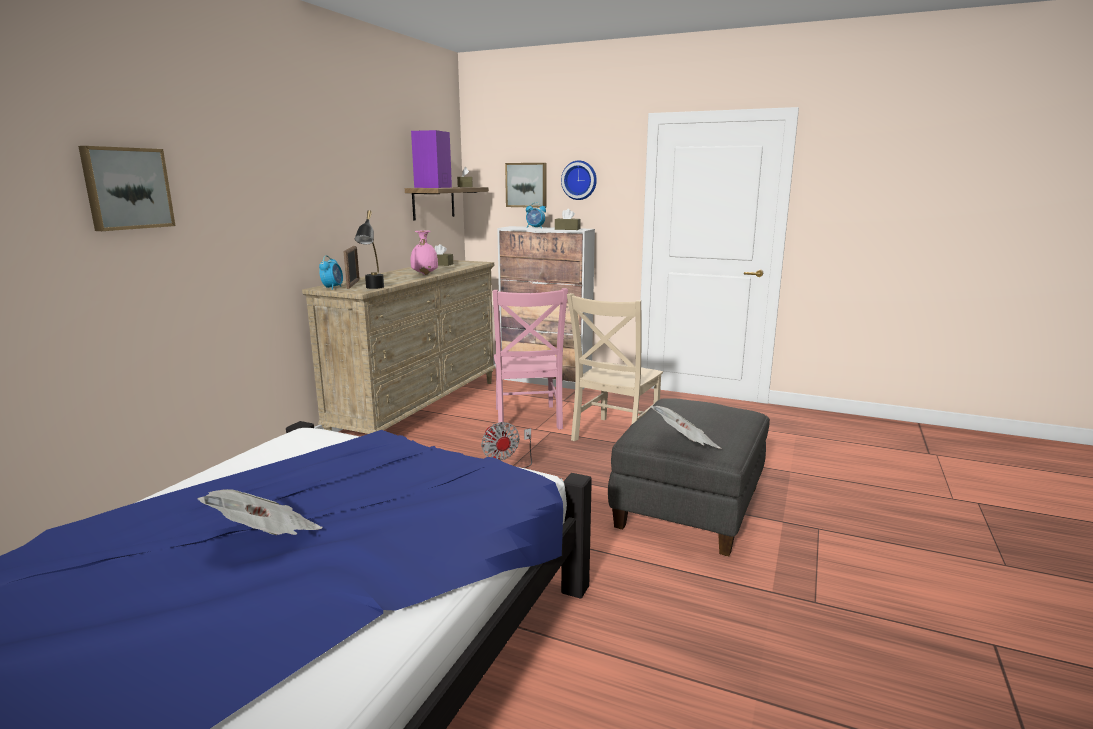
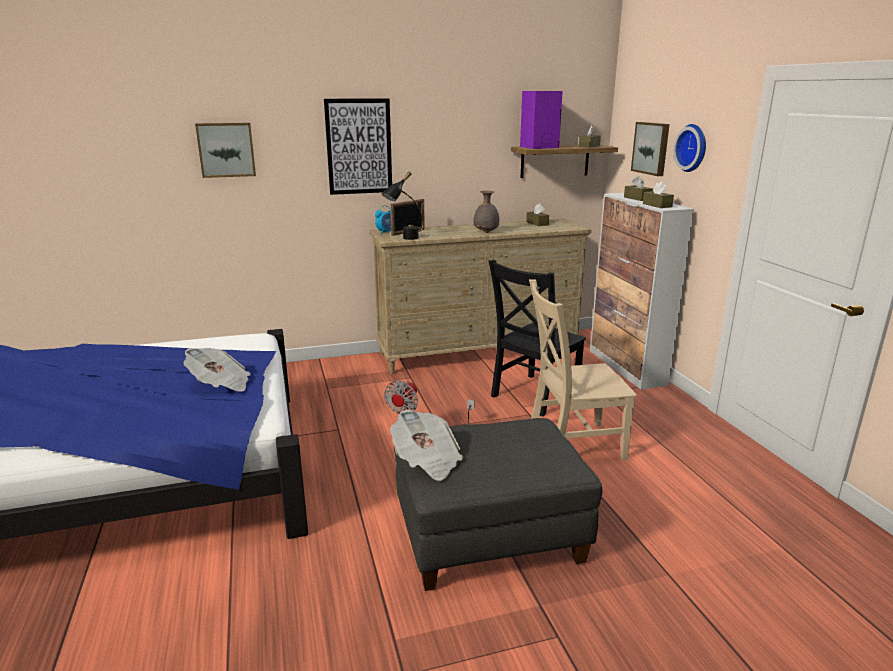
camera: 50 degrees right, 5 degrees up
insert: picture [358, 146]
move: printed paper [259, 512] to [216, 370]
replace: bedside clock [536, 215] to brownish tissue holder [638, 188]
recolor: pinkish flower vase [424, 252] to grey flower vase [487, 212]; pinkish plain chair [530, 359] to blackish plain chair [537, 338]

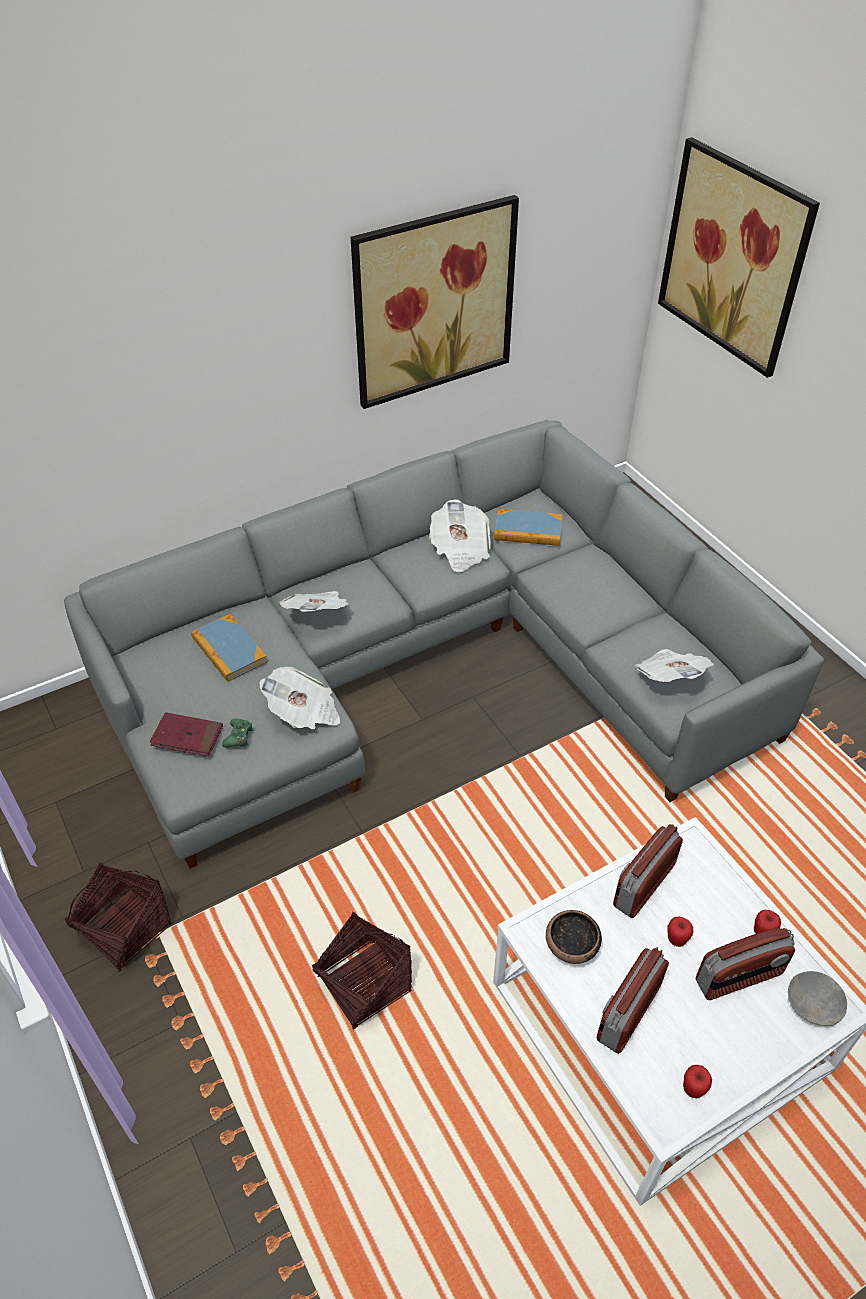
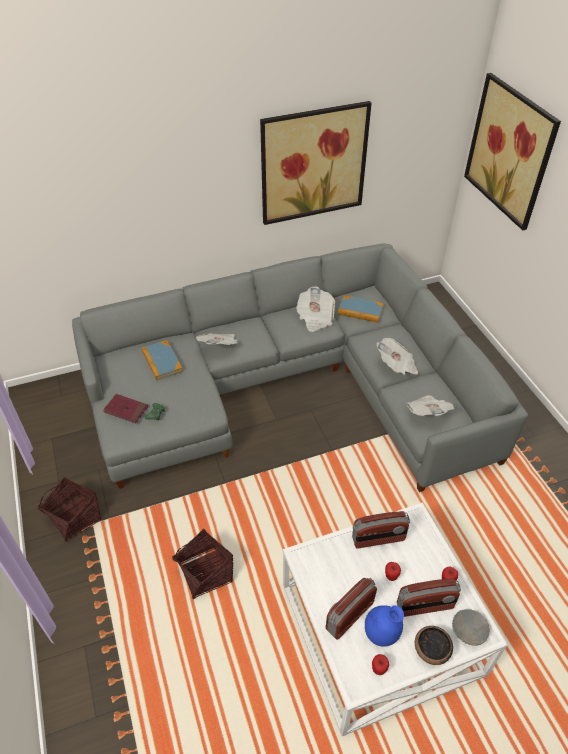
camera: 10 degrees right, 0 degrees up
insert: bluish flower vase [384, 626]
move: printed paper [300, 698] to [397, 356]; bowl [574, 937] to [434, 645]
rotate: radio receiver [648, 871] = [381, 530] 150 degrees counterclockwise

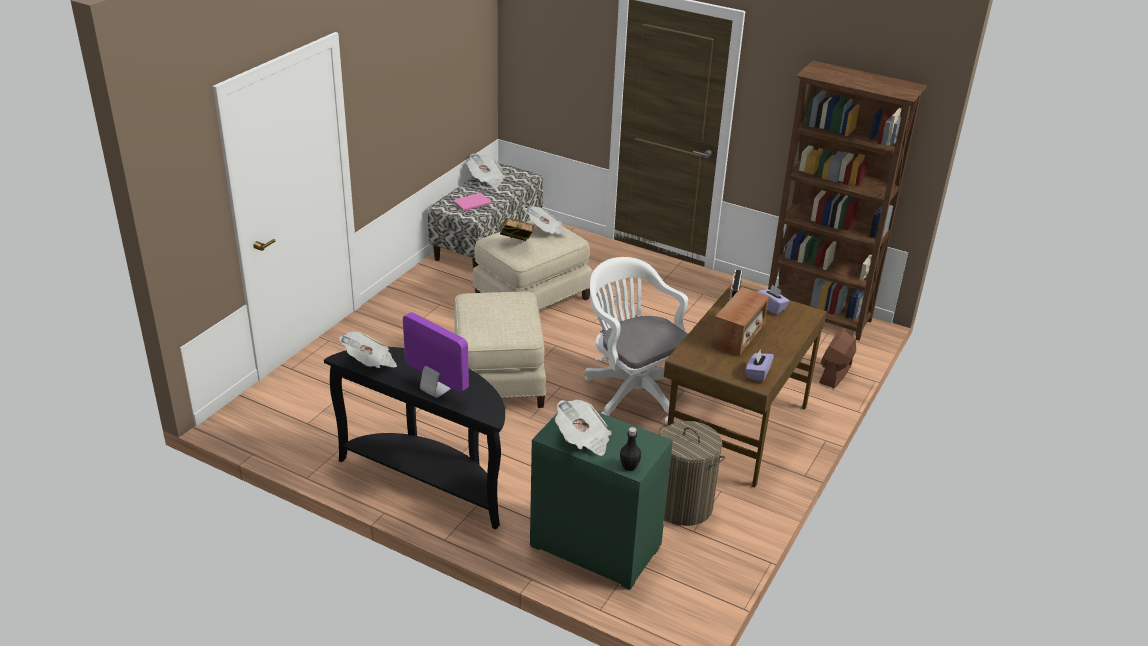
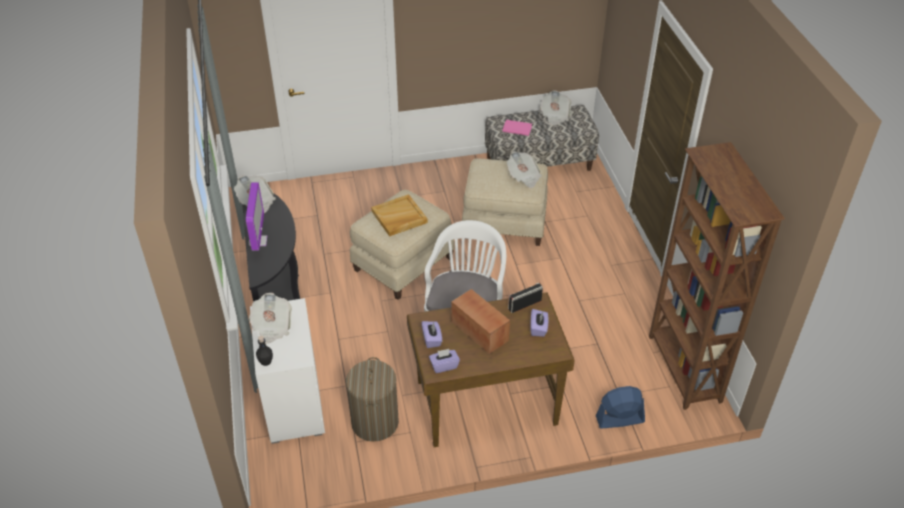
camera: 50 degrees right, 10 degrees up
delete: volume [517, 229]
insert: beige-coloured tray [399, 215]; purplish tissue holder [431, 334]
recolor: green drawer chest [601, 501] to whitish drawer chest [287, 371]; brownish cooling fan [837, 359] to bluish cooling fan [620, 407]
rotate: radio receiver [740, 321] = [480, 321] 120 degrees counterclockwise

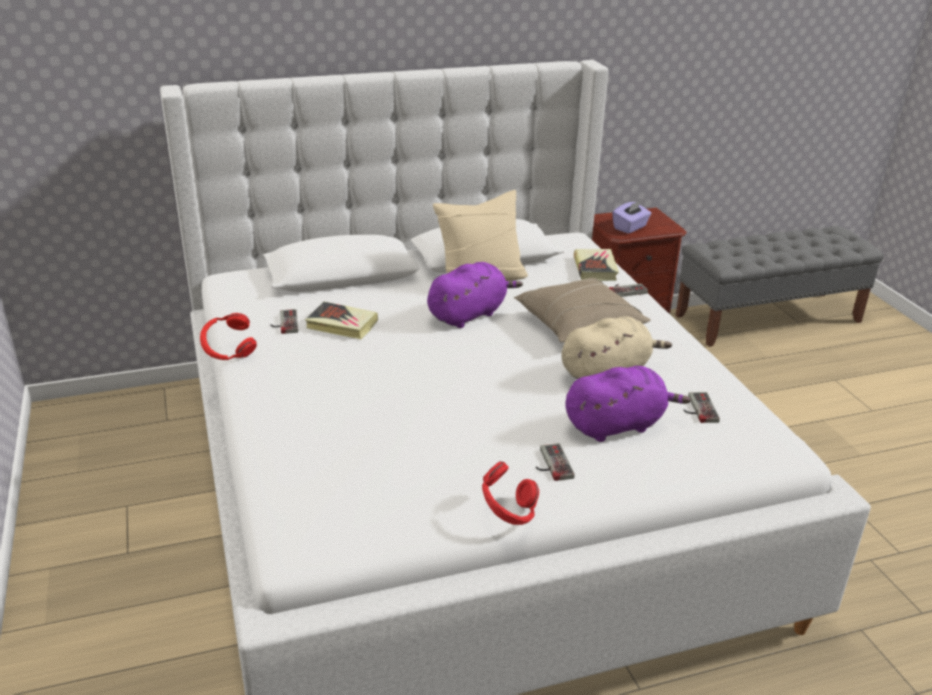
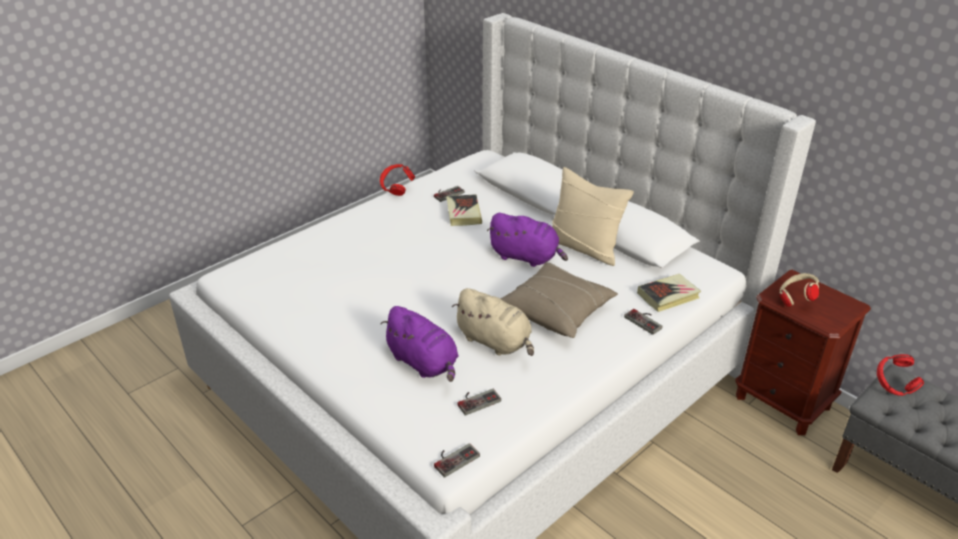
camera: 65 degrees right, 5 degrees up
move: red headphones [510, 493] to [900, 375]; gamepad [555, 462] to [457, 460]
replace: purplish tissue holder [631, 217] to beige-coloured headphones [799, 290]

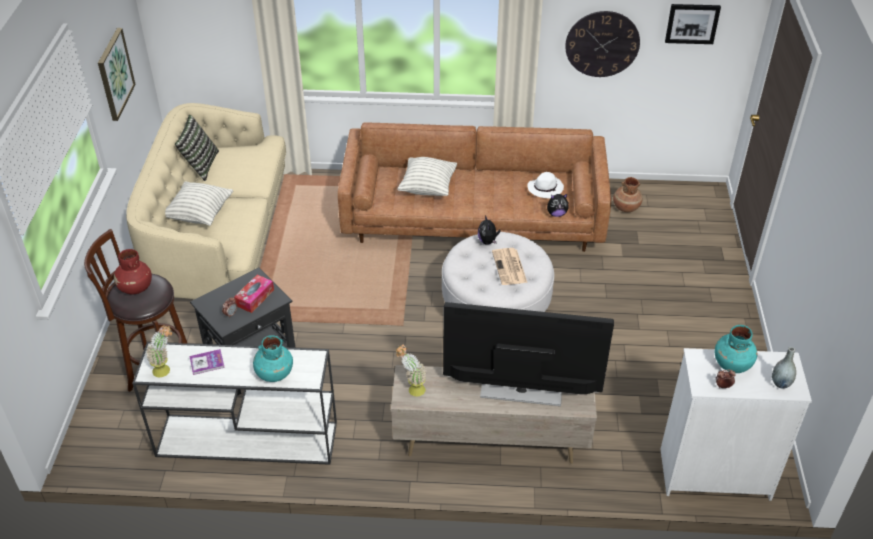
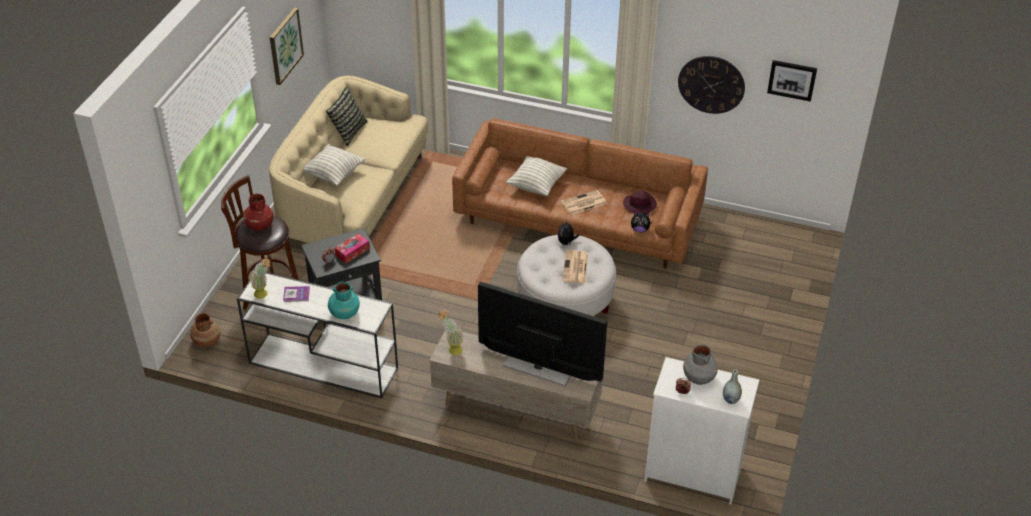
camera: 15 degrees right, 0 degrees up
insert: printed paper [584, 202]
move: brownish flower vase [628, 194] to [205, 330]
recolor: whitish clothing hat [545, 185] to purplish clothing hat [640, 202]; blue-green flower vase [736, 349] to grey flower vase [700, 365]

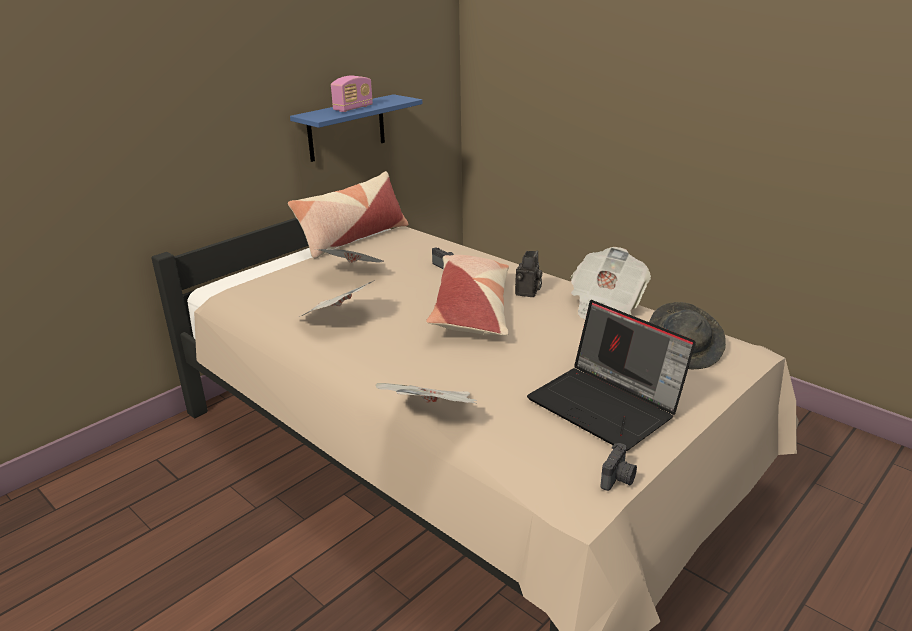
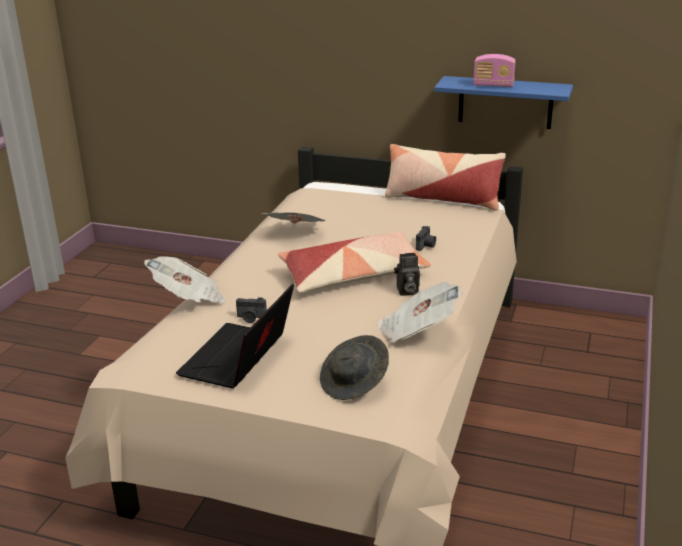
camera: 65 degrees right, 0 degrees up
delete: printed paper [351, 256]
move: still camera [619, 467] to [251, 310]

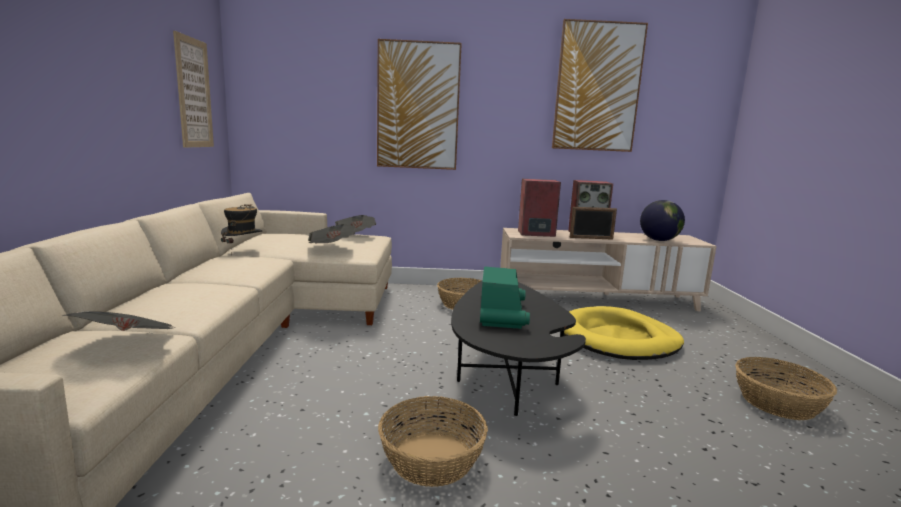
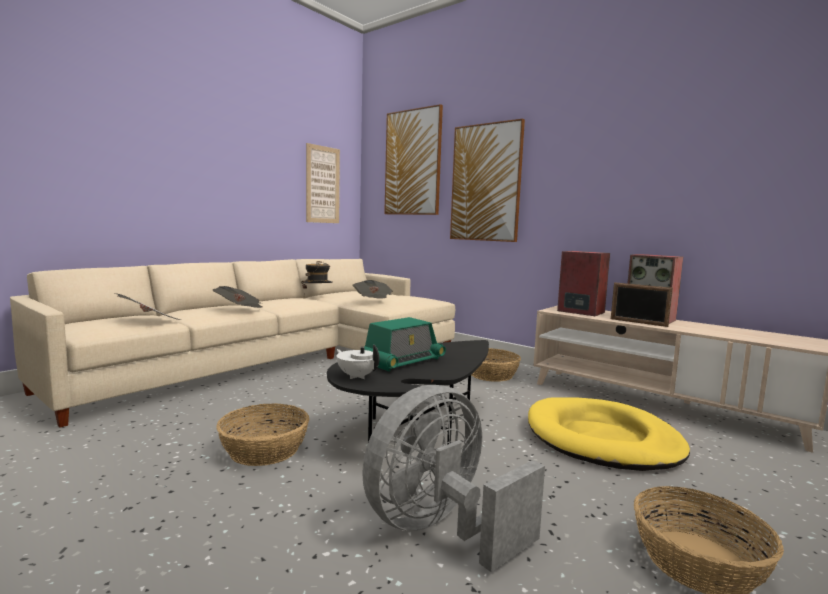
camera: 40 degrees right, 5 degrees down
delete: world globe [662, 220]
insert: whitish teapot [358, 362]; grey cooling fan [453, 478]
move: printed paper [355, 223] to [238, 297]; picture [600, 85] to [413, 159]

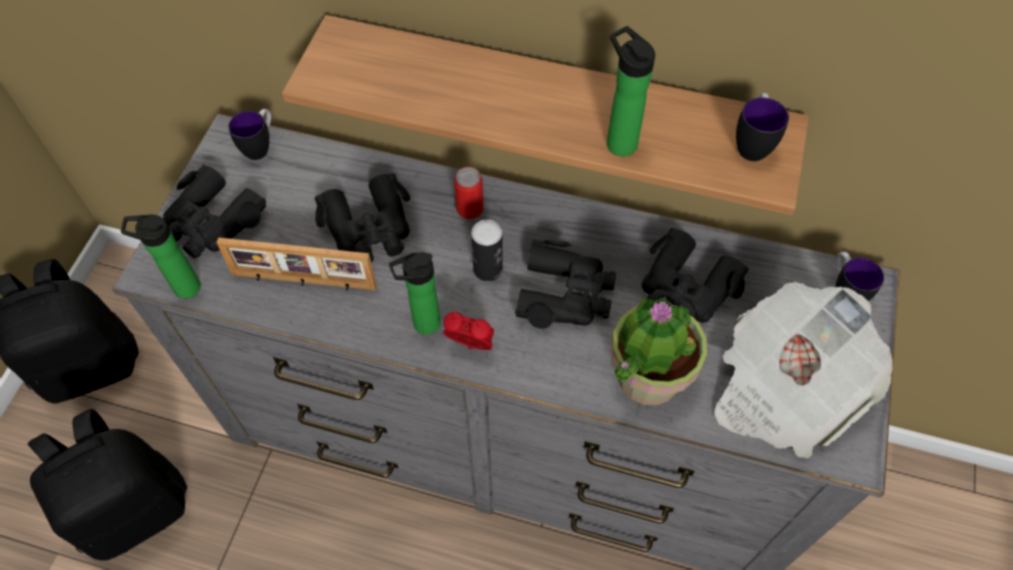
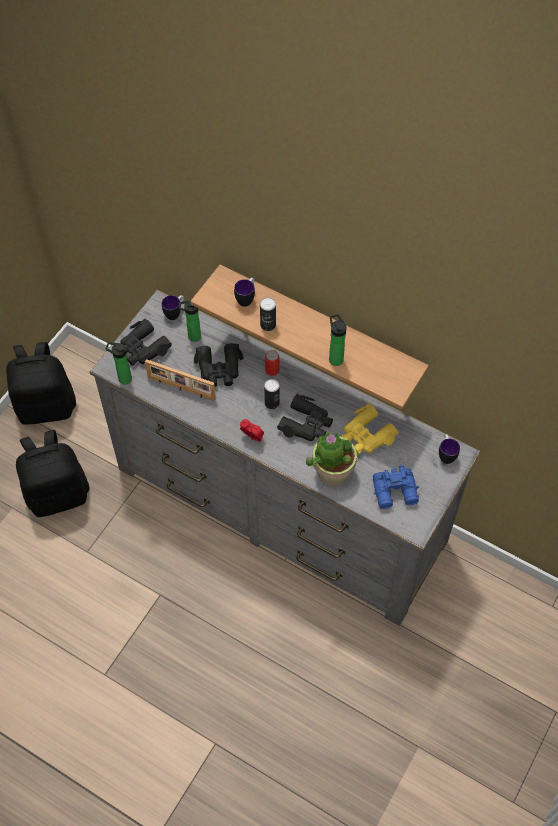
camera: 15 degrees right, 0 degrees up
insert: metal can [268, 314]
move: beverage bottle [415, 293] to [190, 321]; coffee mug [762, 127] to [244, 292]
replace: printed paper [803, 370] to bluish field glasses [396, 487]
recolor: blackish field glasses [695, 275] to yellow-coloured field glasses [370, 428]

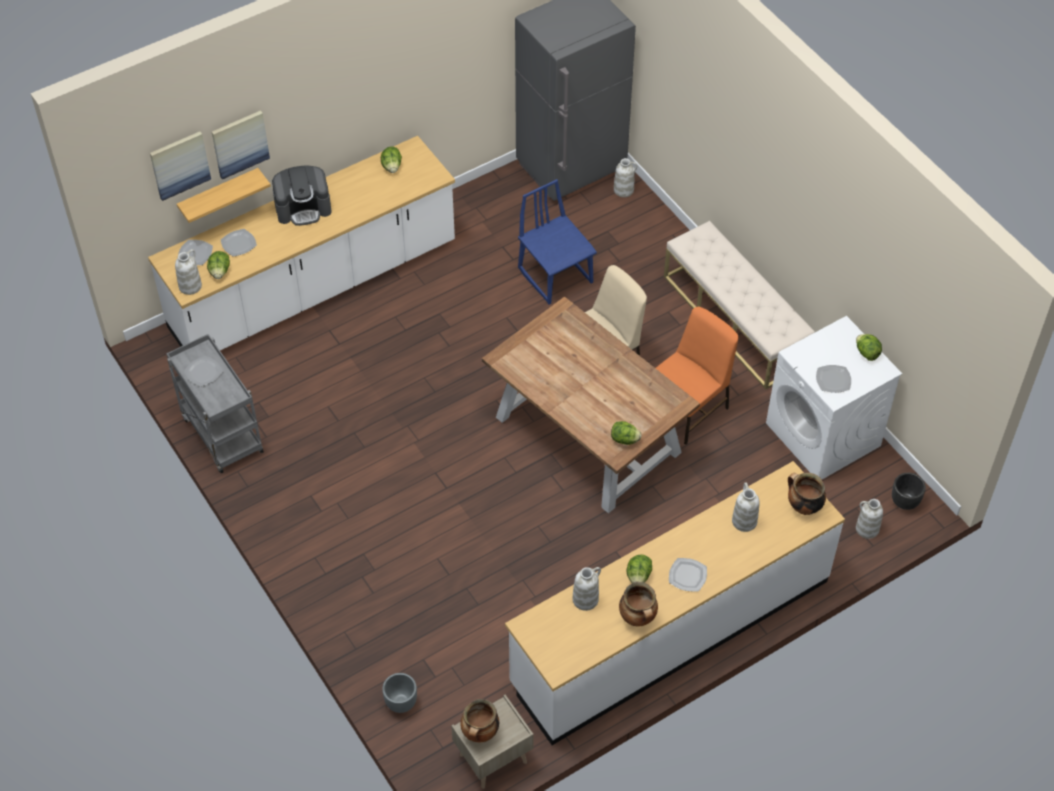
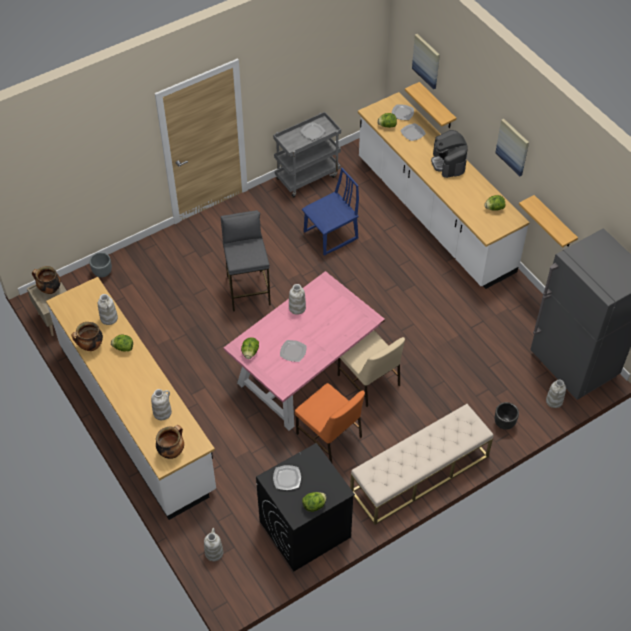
camera: 90 degrees right, 0 degrees up
insert: grey sitting stool [246, 260]; bracket shelf [548, 221]
move: whitish flower vase [188, 272] to [297, 299]; picture [241, 144] to [512, 147]; bluish plain chair [557, 242] to [330, 212]; plate [688, 575] to [293, 351]; blackish planter [909, 491] to [507, 416]
recolor: brownish kitchen table [591, 404] to pinkish kitchen table [304, 351]; whitish washing machine [834, 397] to blackish washing machine [305, 507]

